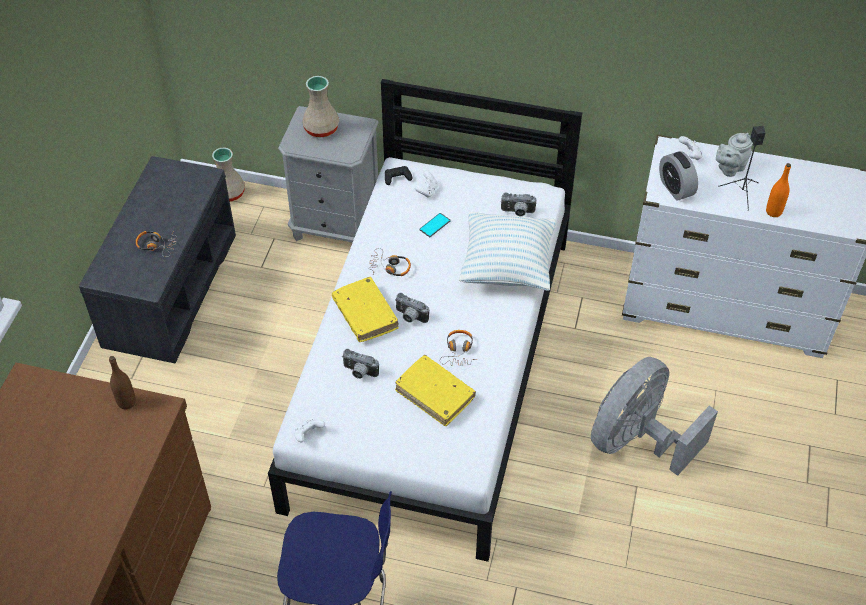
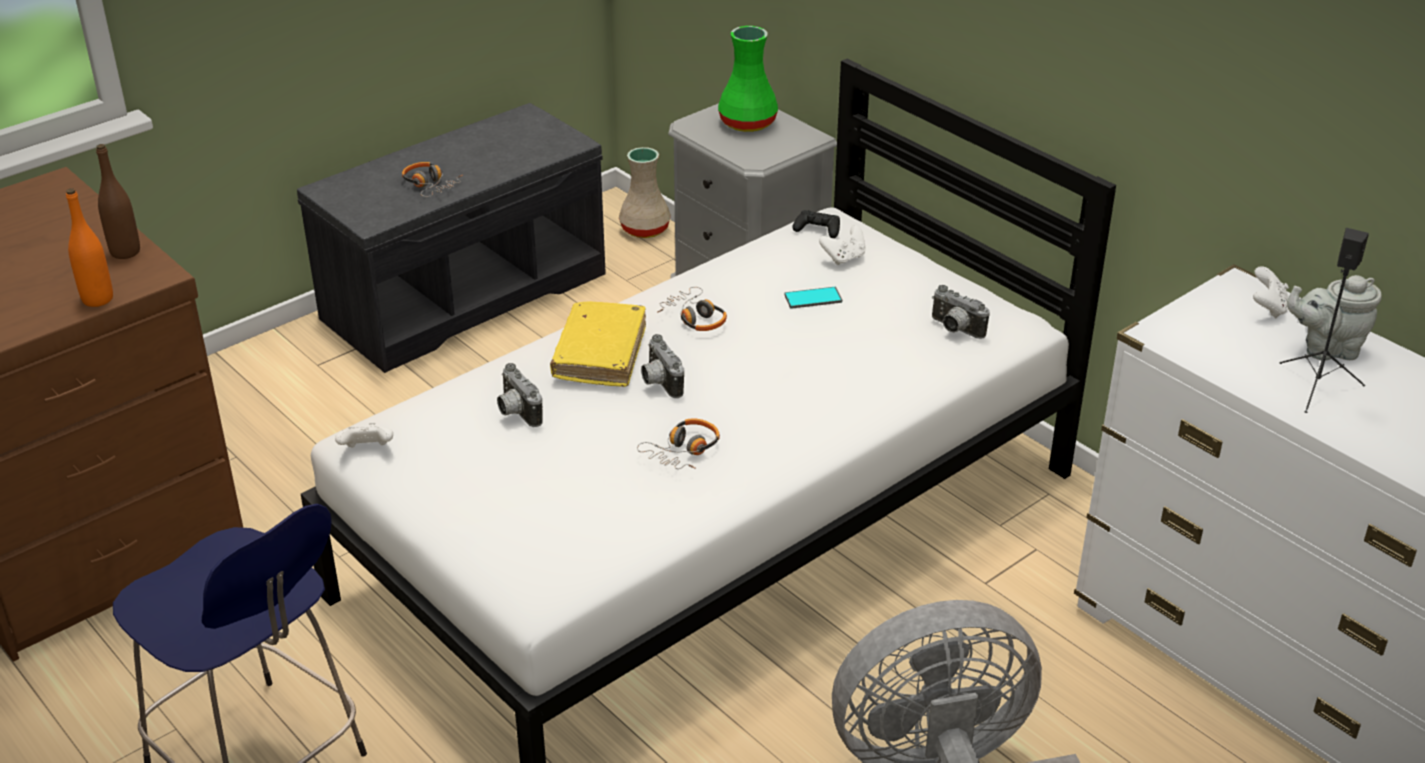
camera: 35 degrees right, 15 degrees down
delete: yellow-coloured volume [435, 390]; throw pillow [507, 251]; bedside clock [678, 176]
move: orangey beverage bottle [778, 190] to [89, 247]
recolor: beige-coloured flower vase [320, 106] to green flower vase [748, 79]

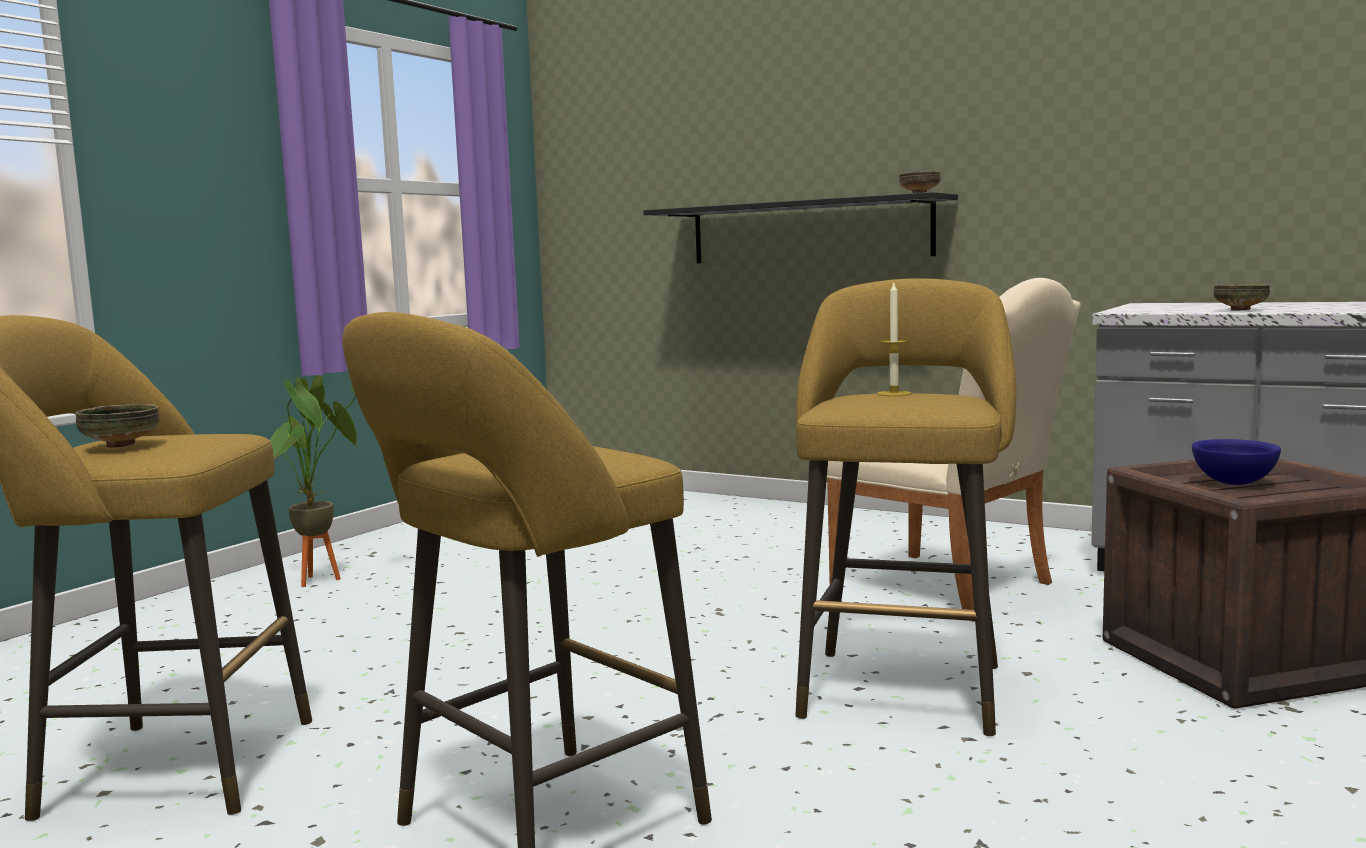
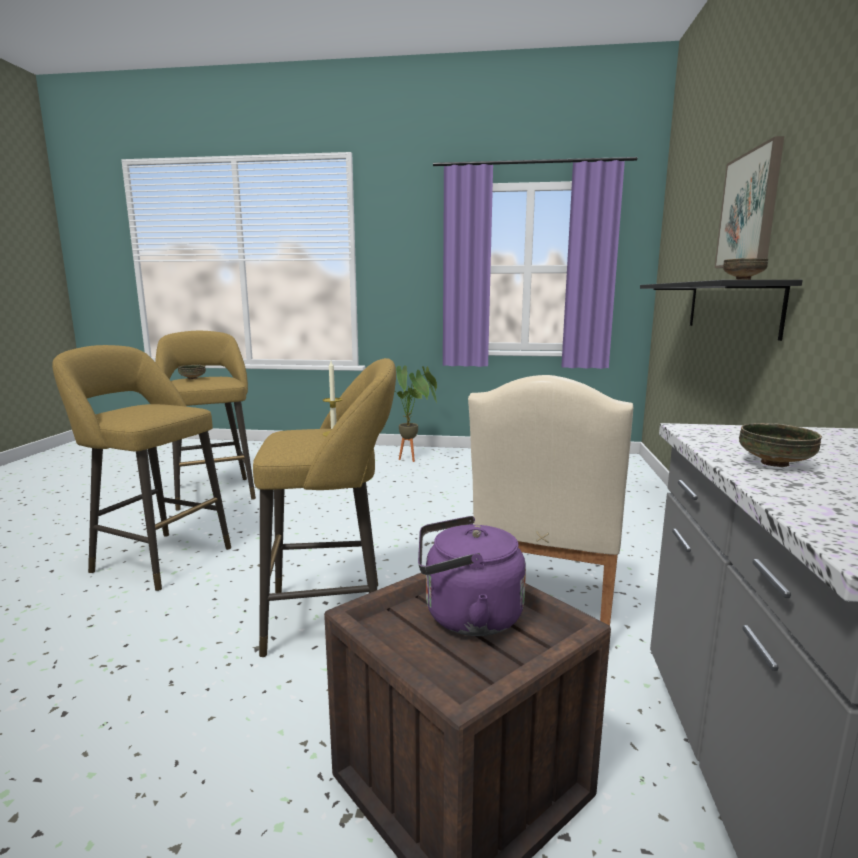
camera: 65 degrees right, 5 degrees up
insert: picture [749, 202]
replace: bluish bowl [1236, 462] to purplish tea kettle [472, 576]

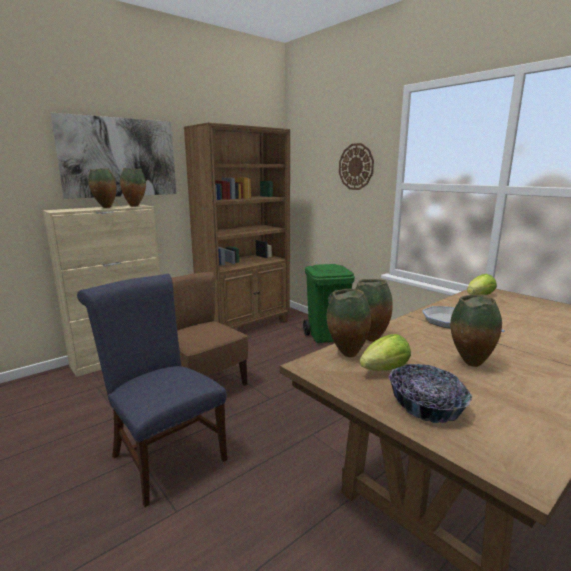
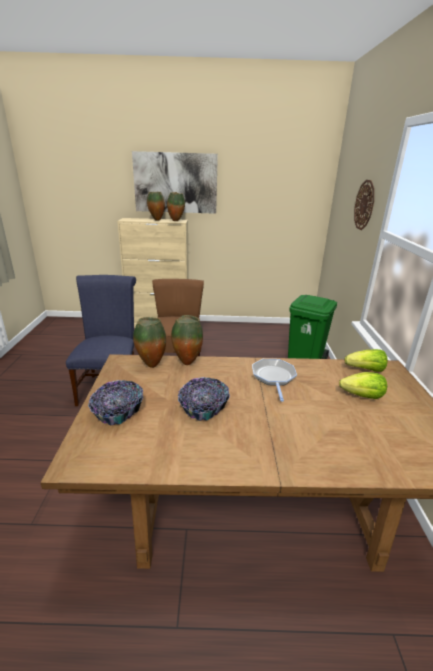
camera: 40 degrees right, 10 degrees up
delete: brownish bookshelf [237, 226]
move: head of lettuce [385, 352] to [363, 385]
replace: flower vase [476, 331] to bowl [204, 399]

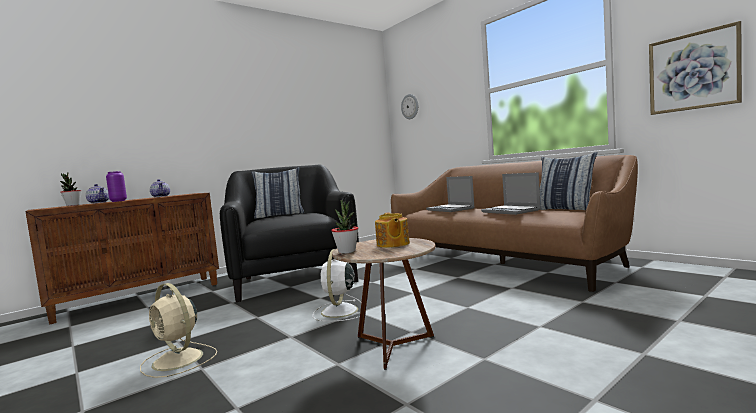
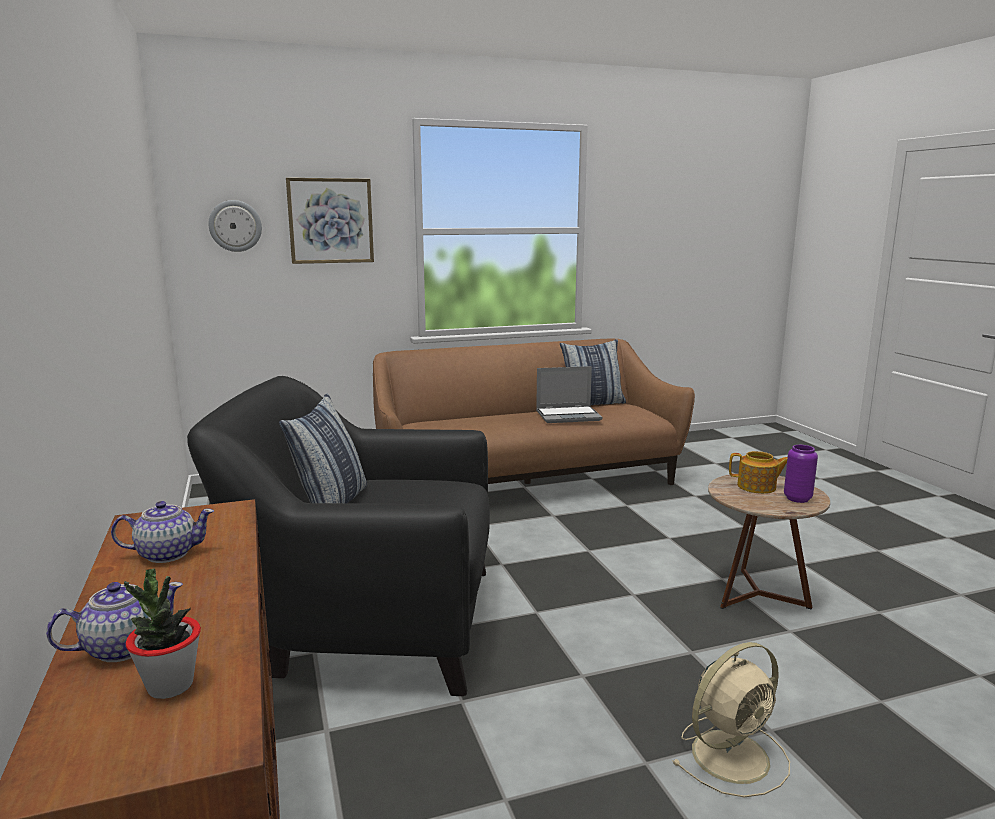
camera: 70 degrees left, 10 degrees up
delete: whitish cooling fan [337, 285]; potted plant [344, 227]; portable computer [450, 194]
move: purplish flower vase [116, 186] to [801, 474]; picture [695, 68] to [330, 221]

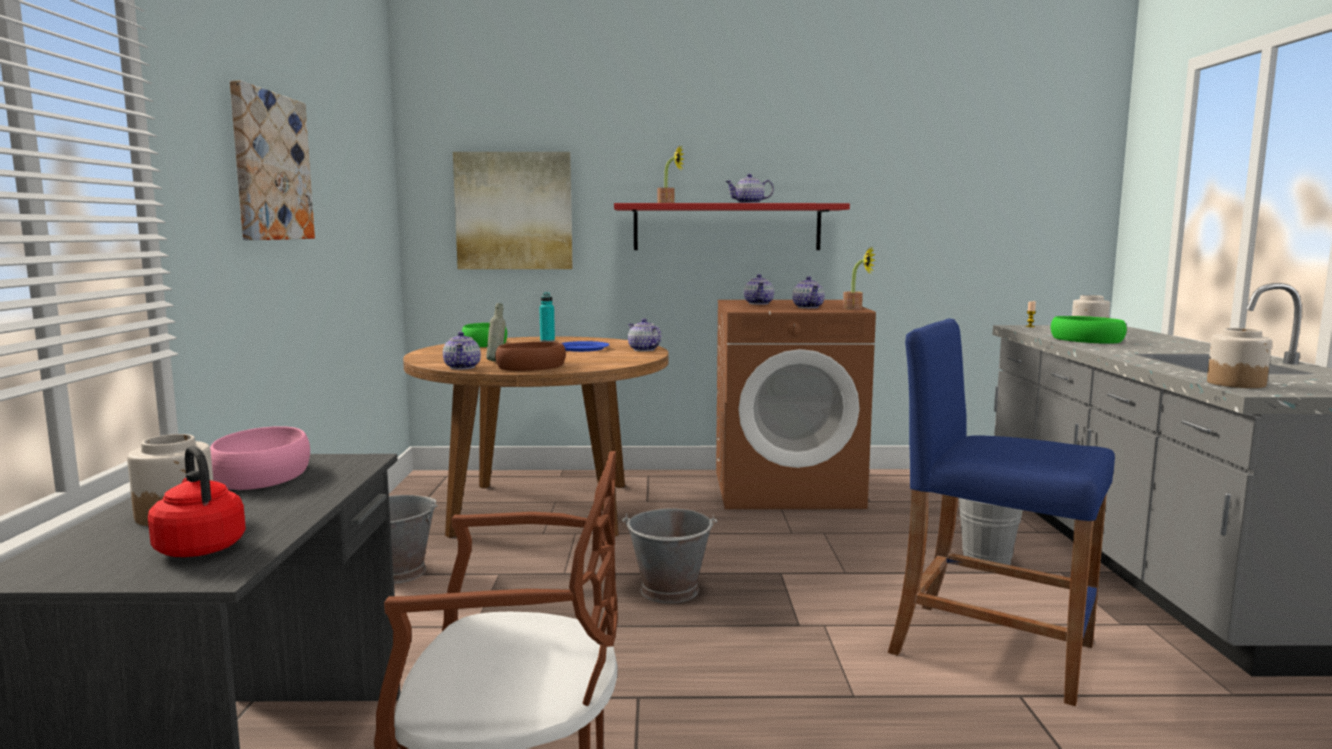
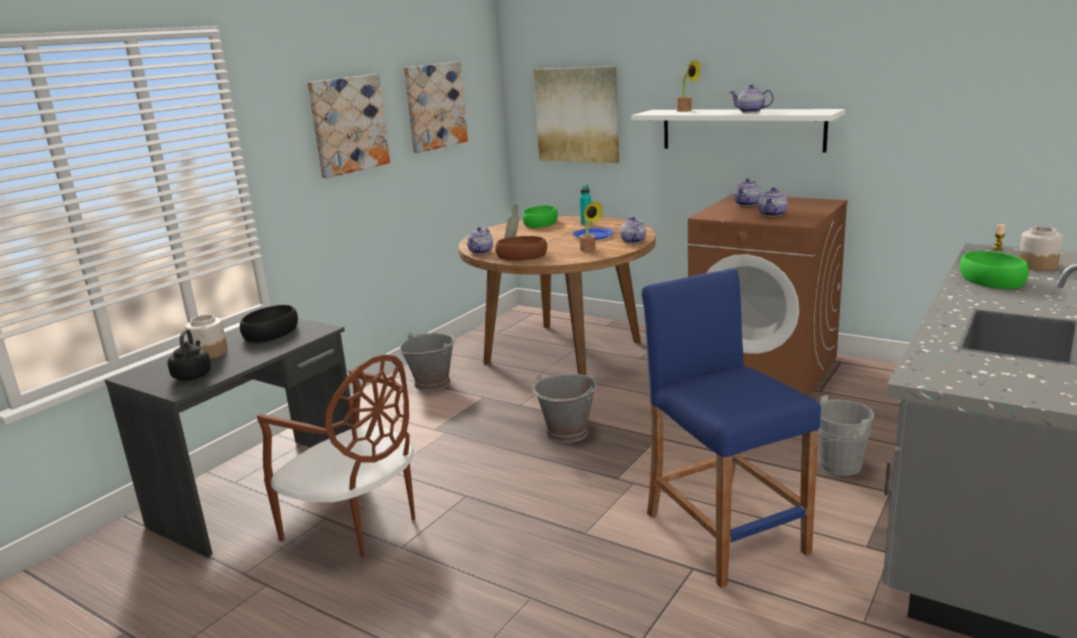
camera: 35 degrees right, 10 degrees up
delete: storage jar [1239, 358]
insert: picture [436, 107]
move: potted plant [859, 278] to [592, 226]
recolor: red tea kettle [197, 501] to blackish tea kettle [189, 354]; pinkish bowl [260, 458] to blackish bowl [269, 323]; red bracket shelf [732, 226] to whitish bracket shelf [738, 130]

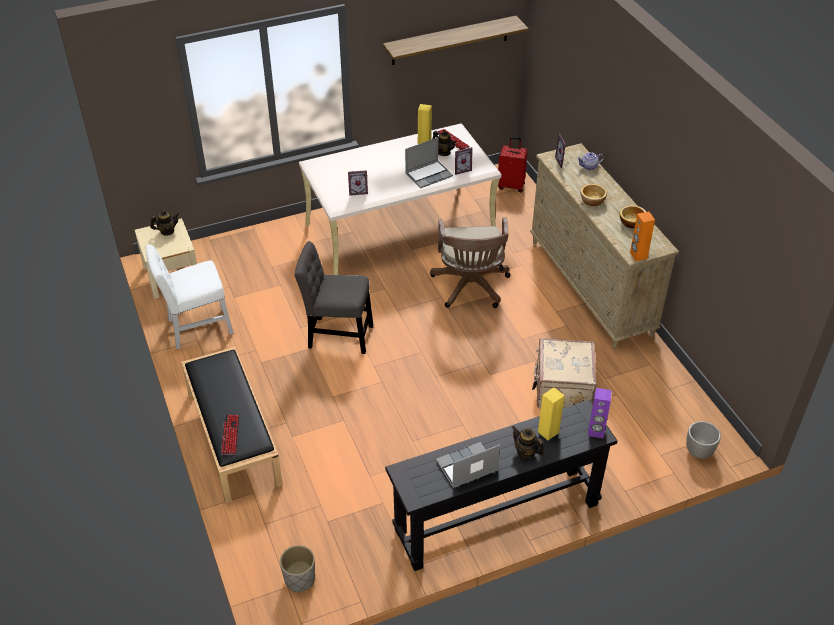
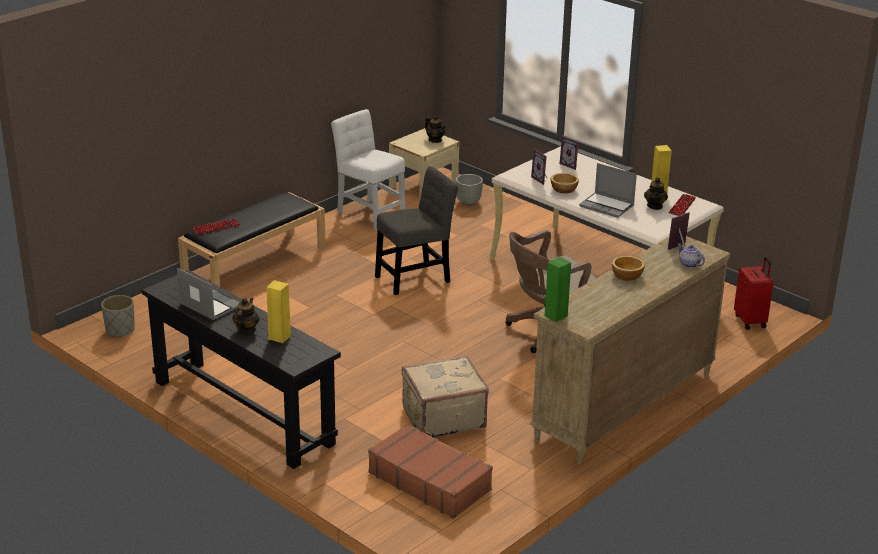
camera: 65 degrees right, 15 degrees down
delete: bracket shelf [456, 40]; purplish speaker [600, 413]
insert: brownish suitcase [430, 471]
move: photo frame [464, 161] to [569, 153]; bowl [633, 216] to [565, 183]; grey planter [703, 439] to [469, 189]
recolor: orangey speaker [642, 236] to green speaker [558, 289]
rotate: grey plain chair [334, 297] = [416, 230] 75 degrees clockwise

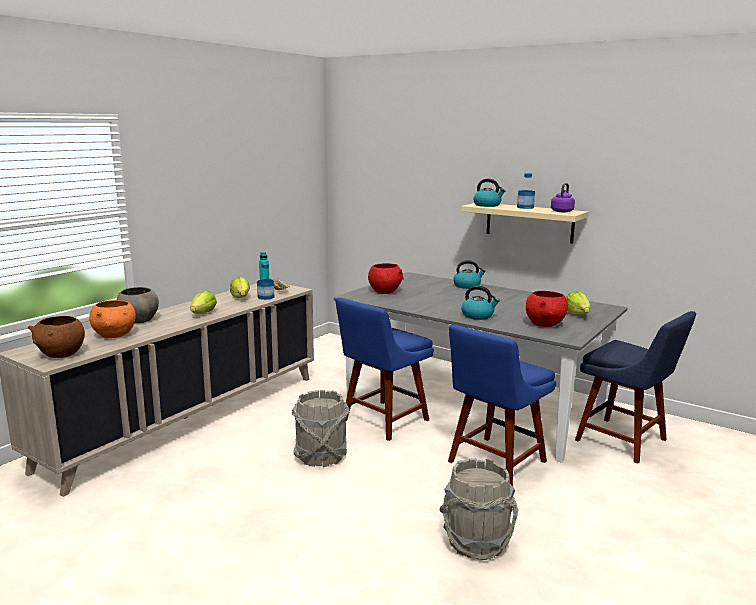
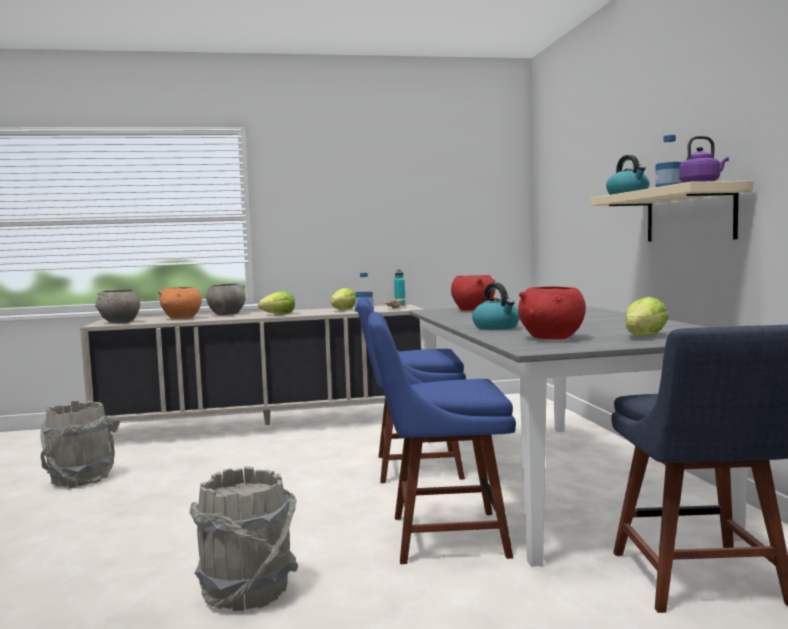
camera: 45 degrees right, 10 degrees down
delete: tea kettle [469, 274]
move: grey pail [320, 428] to [77, 444]
recolor: brownish bowl [56, 337] to grey bowl [117, 306]

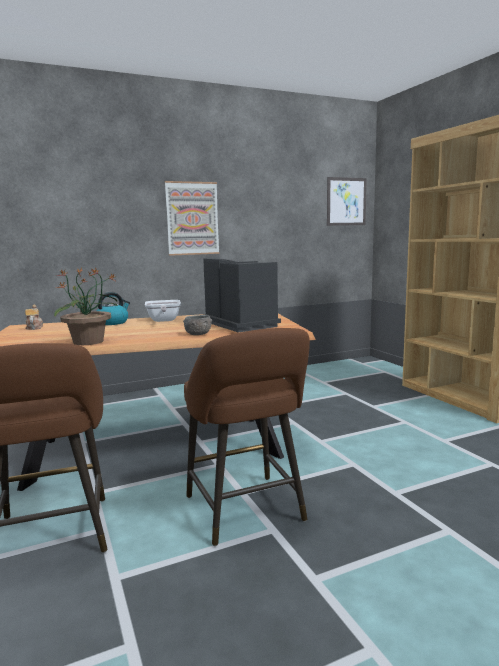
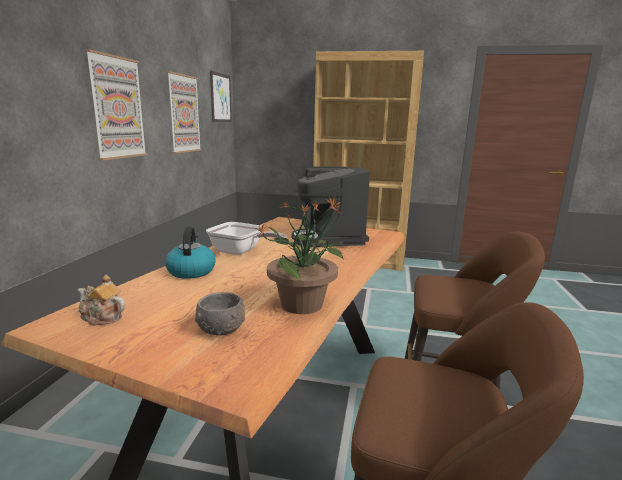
camera: 55 degrees left, 5 degrees up
insert: picture [184, 112]
move: grey bowl [197, 325] to [220, 314]
rotate: coffee machine [242, 295] = [331, 206] 105 degrees counterclockwise

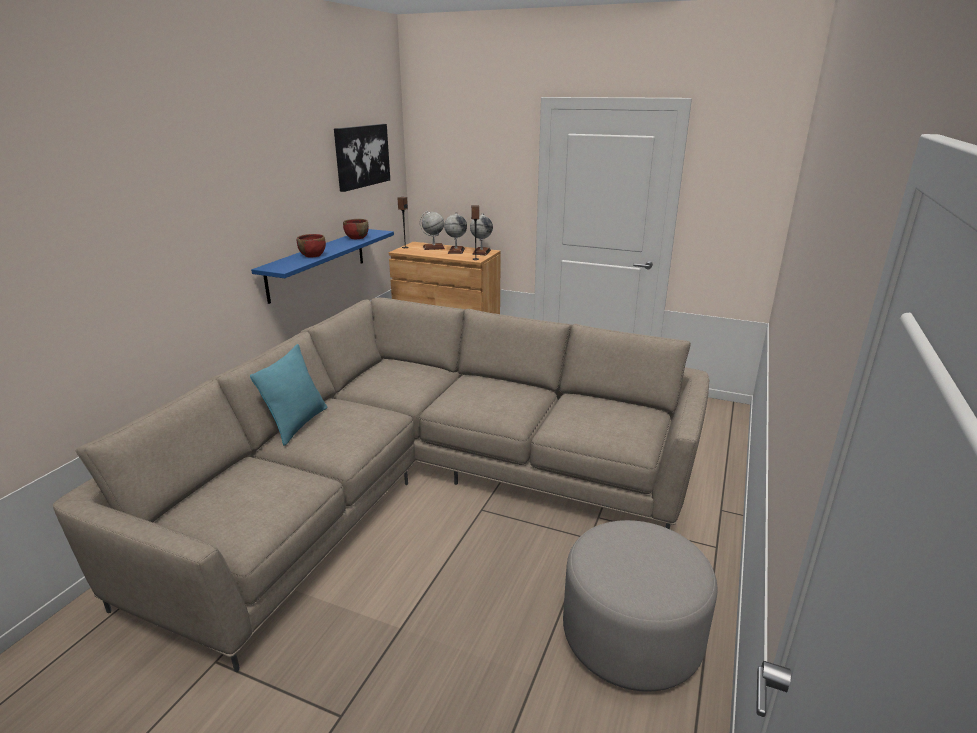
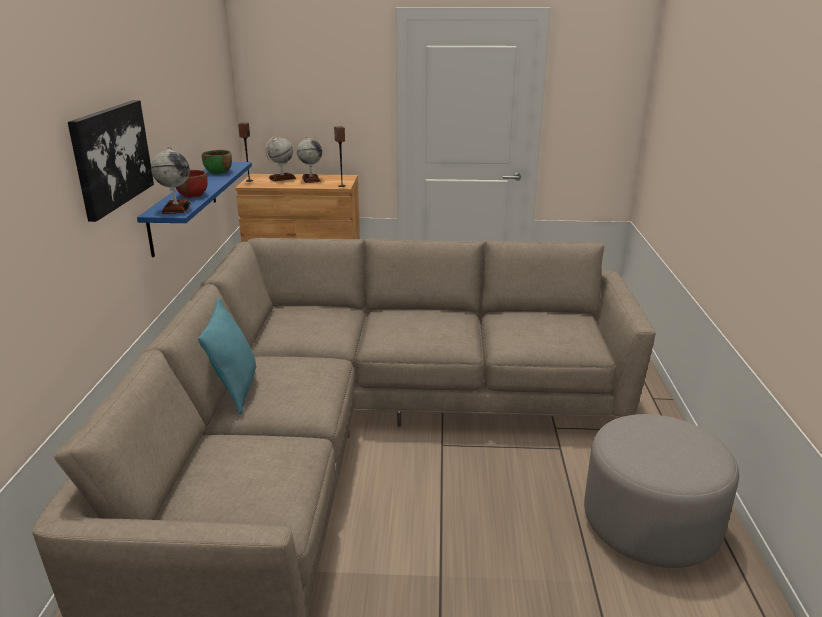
camera: 20 degrees left, 0 degrees up
move: picture [362, 158] to [111, 161]; world globe [481, 234] to [171, 180]
recolor: red bowl [356, 229] to green bowl [217, 162]

